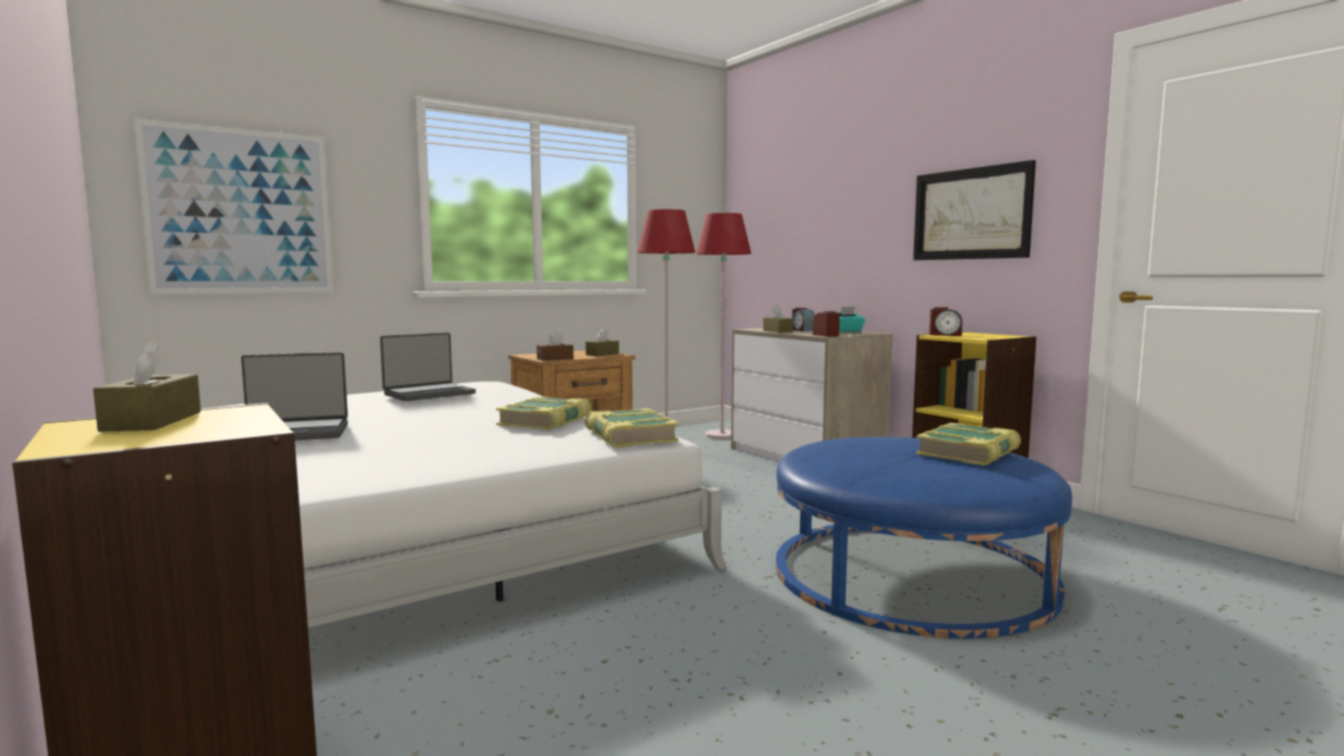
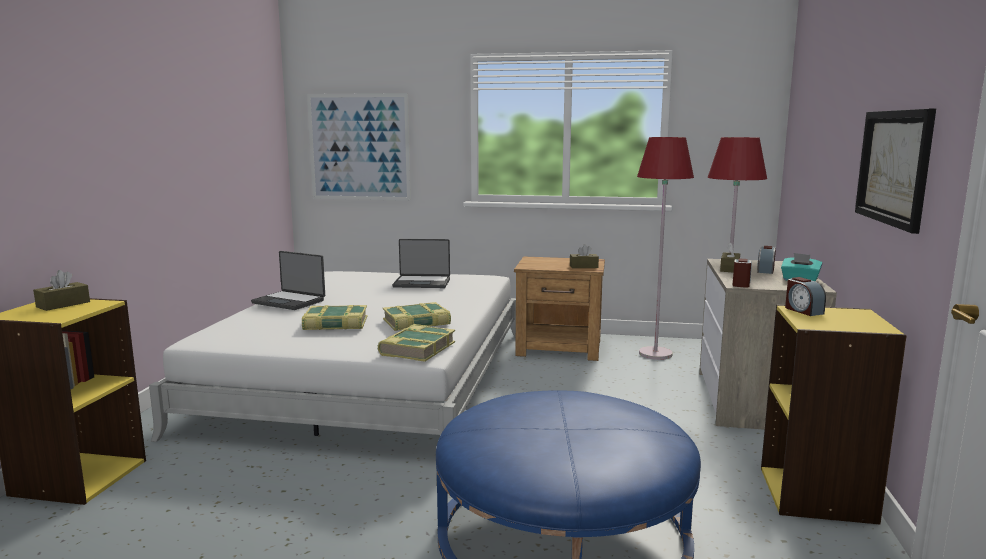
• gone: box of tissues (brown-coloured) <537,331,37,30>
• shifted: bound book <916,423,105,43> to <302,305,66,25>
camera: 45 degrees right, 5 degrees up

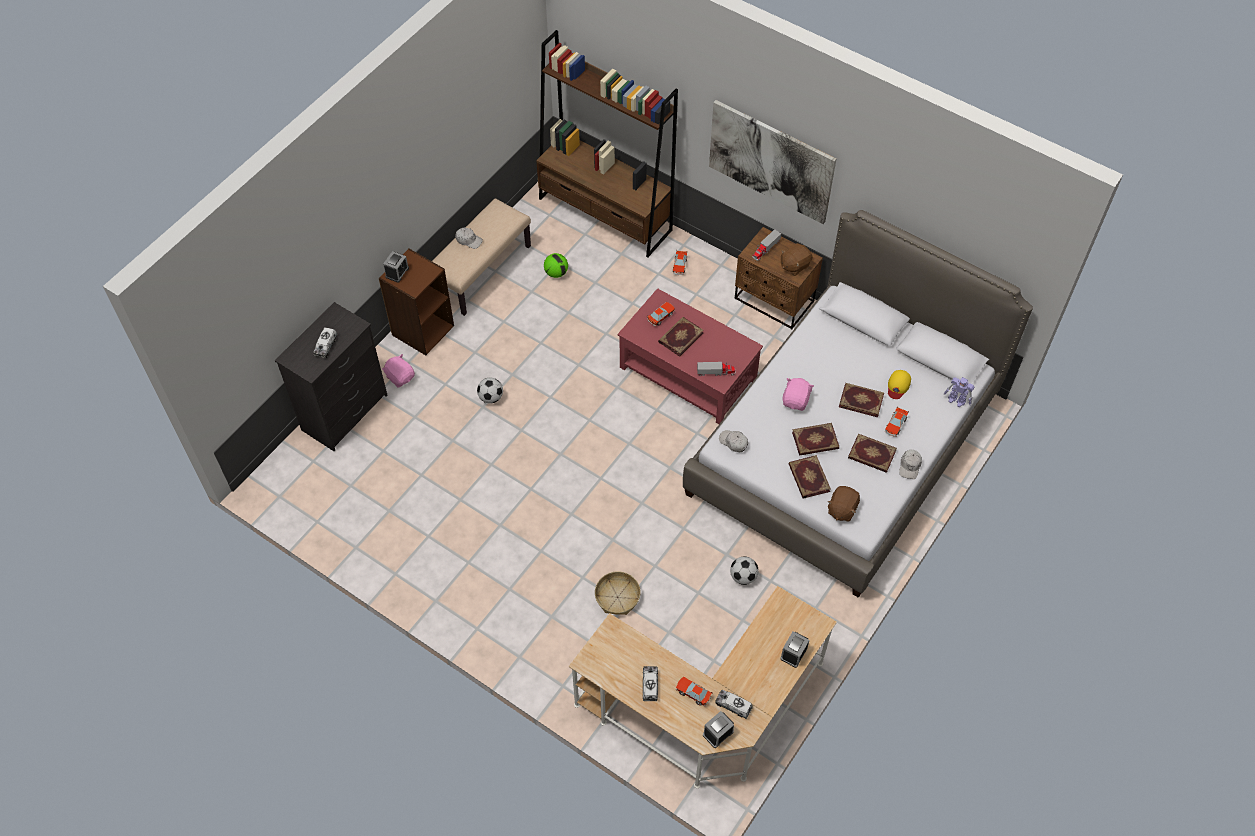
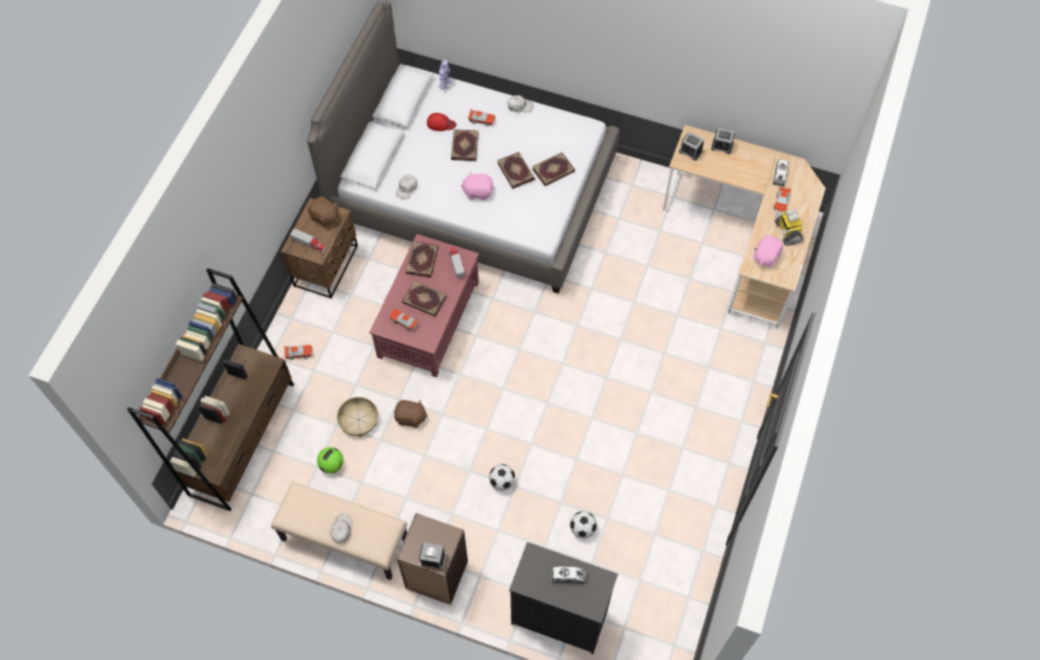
• gone: picture <709,100,127,124>
• shifted: plush toy (pinkish) <382,354,33,34> to <753,235,30,33>
• shifted: household basket <595,572,46,43> to <337,397,41,40>
• shifted: bedside clock <703,711,31,37> to <679,132,25,29>
• shifted: peaked cap (whitish) <719,430,29,22> to <396,175,21,25>
• shifted: ball for football <730,556,29,29> to <570,511,27,27>
• shifted: plush toy (brown-coloured) <828,486,32,36> to <394,400,34,28>
• shifted: bound book <848,434,49,39> to <405,241,34,36>
• swapped: toy lorry <643,666,15,35> to robot figure <775,209,28,37>
• repainted: peaked cap (yellow-coloured) <888,370,23,29> to peaked cap (red) <427,113,29,18>
camera: 105 degrees left, 5 degrees up

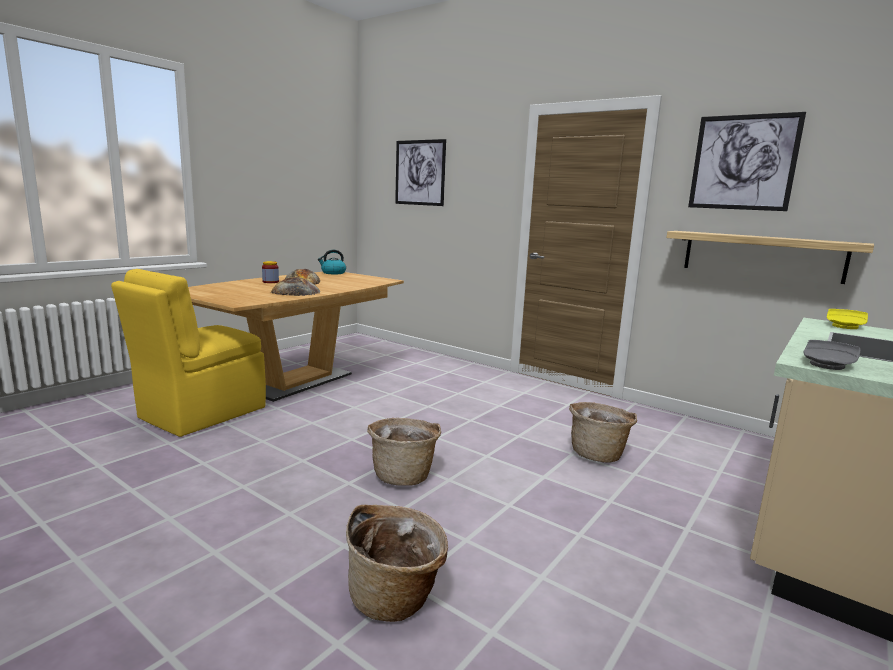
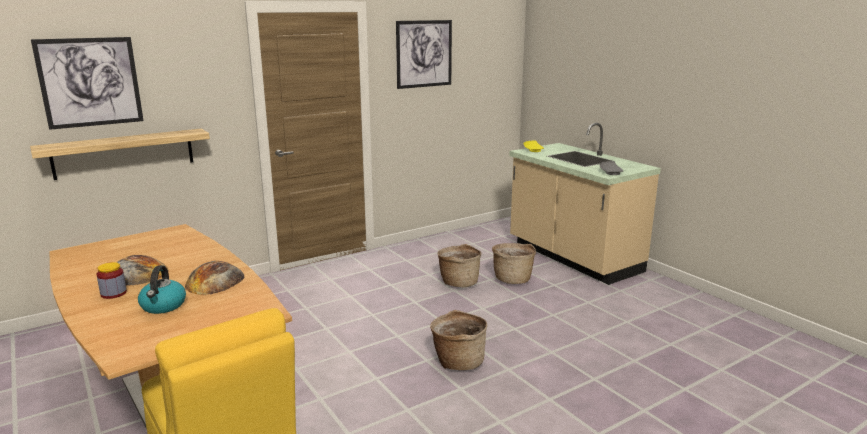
• shifted: tea kettle <318,250,28,24> to <138,265,48,49>
• shifted: household basket <346,505,102,117> to <492,243,44,41>
• shifted: shelf <667,231,207,53> to <30,128,180,52>
camera: 70 degrees left, 5 degrees up

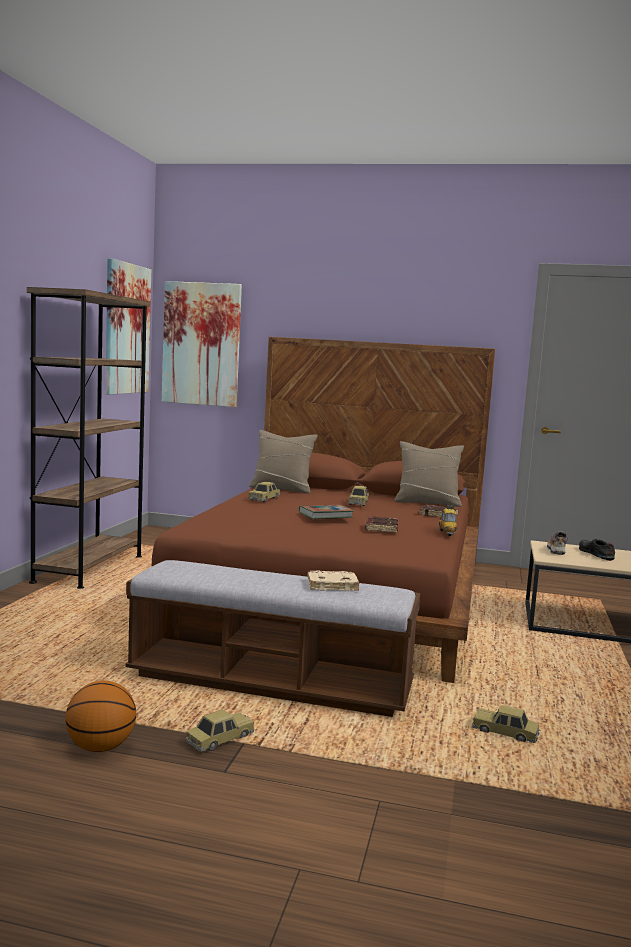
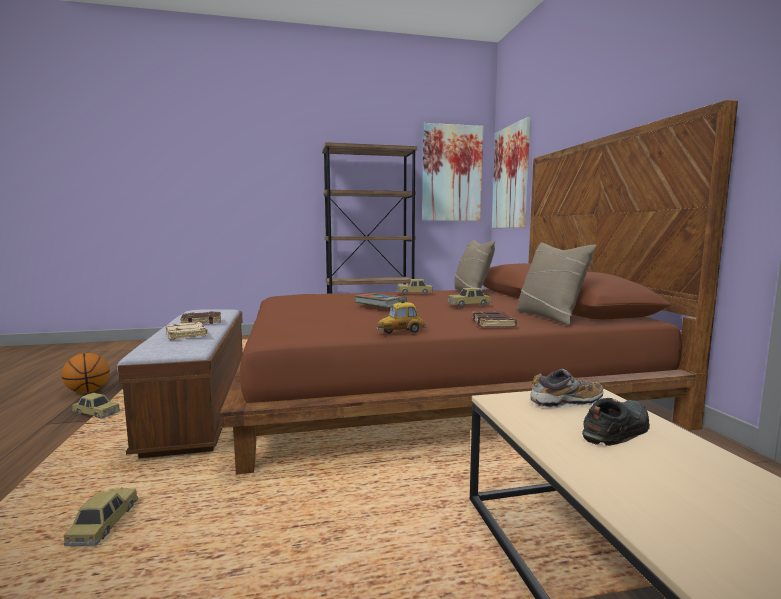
• shifted: bound book (brown-coloured) <365,516,33,17> to <180,311,41,13>
camera: 65 degrees right, 0 degrees up

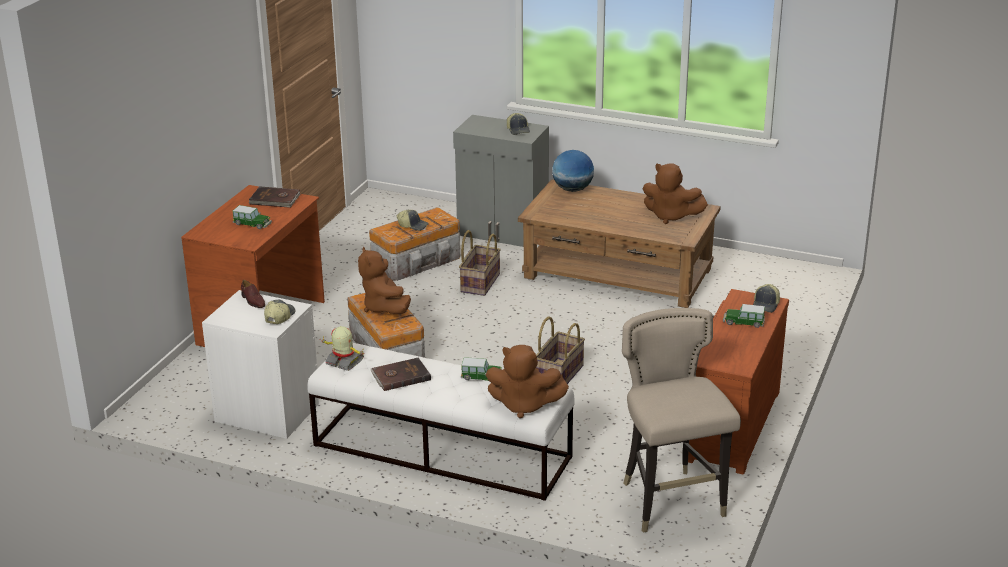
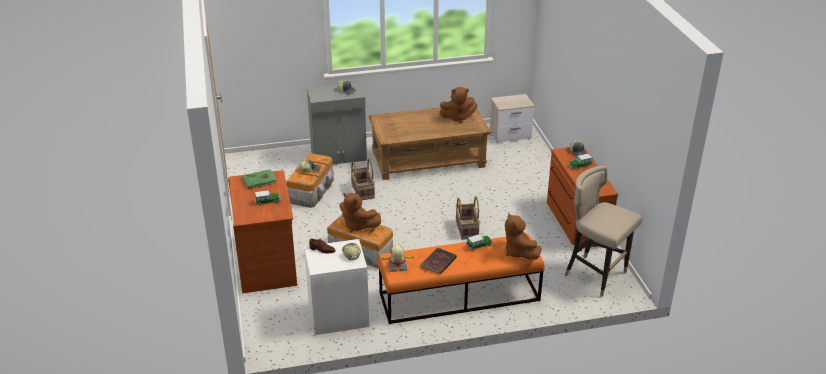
• gone: globe <552,150,42,42>
• new: bedside table <490,94,44,49>
• repainted: bound book (brown-coloured) <249,186,51,22> to bound book (green) <242,169,35,20>
• repainted: bench (whitish) <307,343,268,158> to bench (orangey) <378,234,167,90>
• rotated: plush toy (brown-coloured) <486,345,83,73> = <505,213,37,47> 90 degrees clockwise
camera: 35 degrees left, 5 degrees up

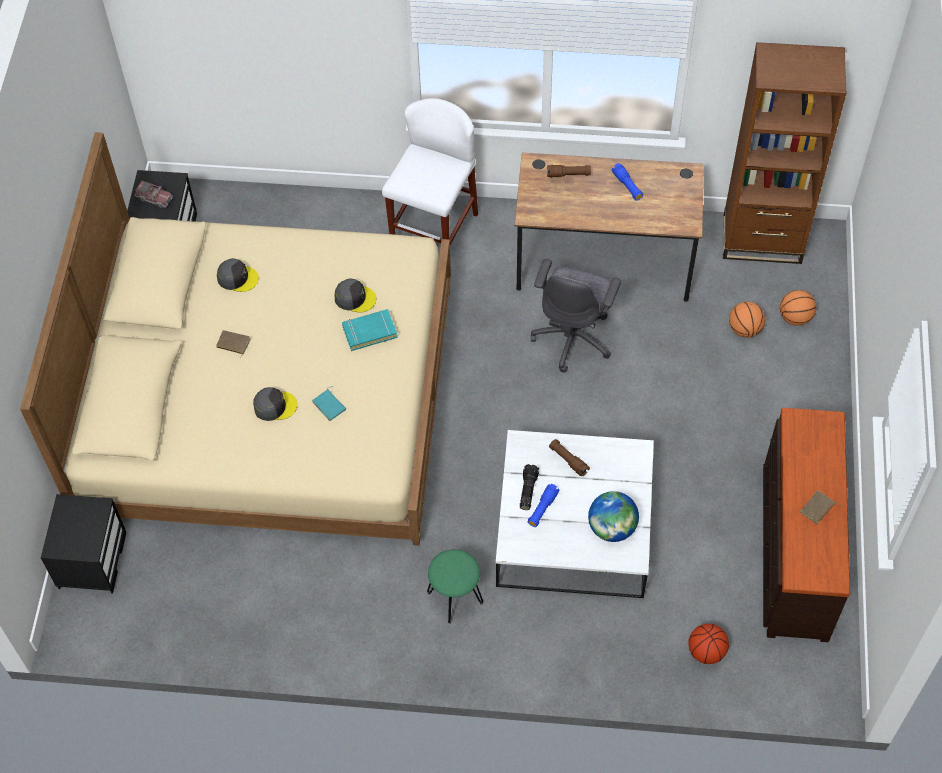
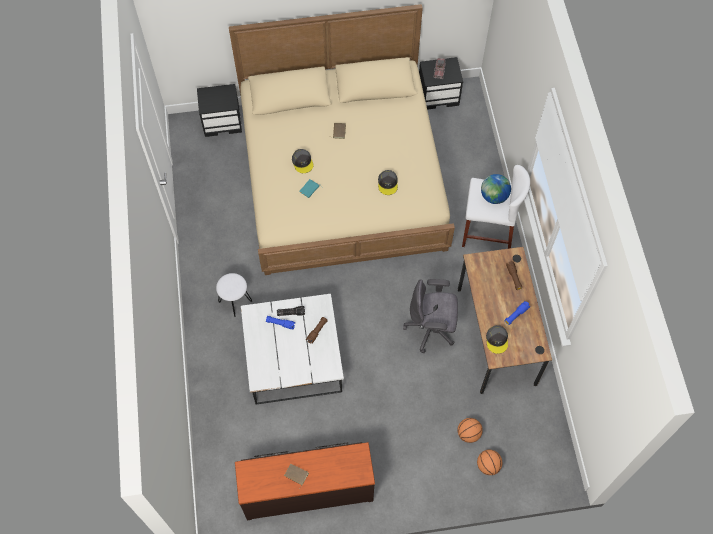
• gone: bound book (turquoise) <342,309,55,42>
• gone: basketball <688,624,41,40>
• gone: shelving unit (brown-coloured) <723,42,123,222>
• shifted: peaked cap (greyish) <217,258,42,34> to <486,325,22,29>
• shifted: globe <588,491,51,51> to <481,174,30,30>
• repainted: stool (green) <427,549,56,75> to stool (whitish) <216,273,36,44>
camera: 75 degrees right, 5 degrees up

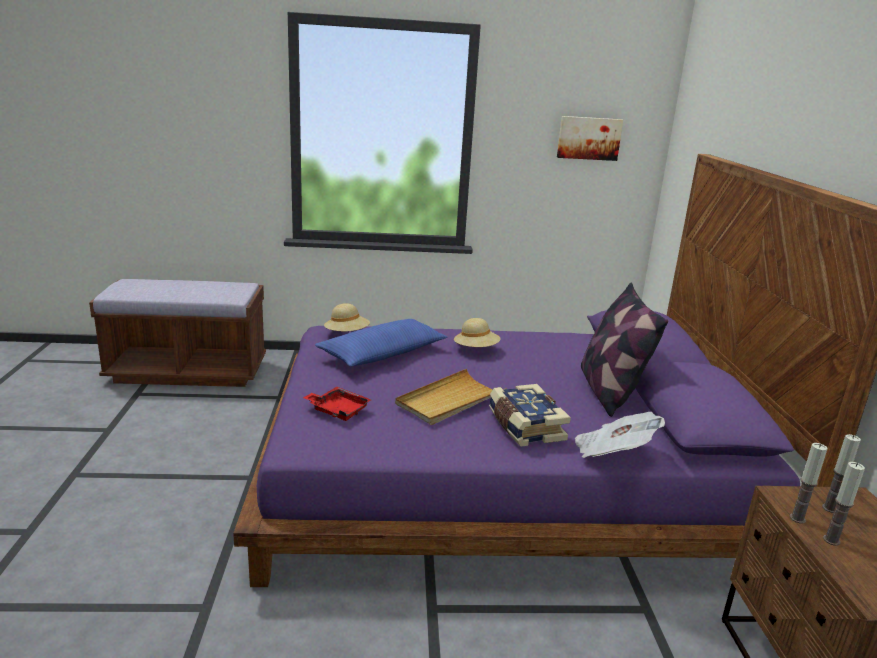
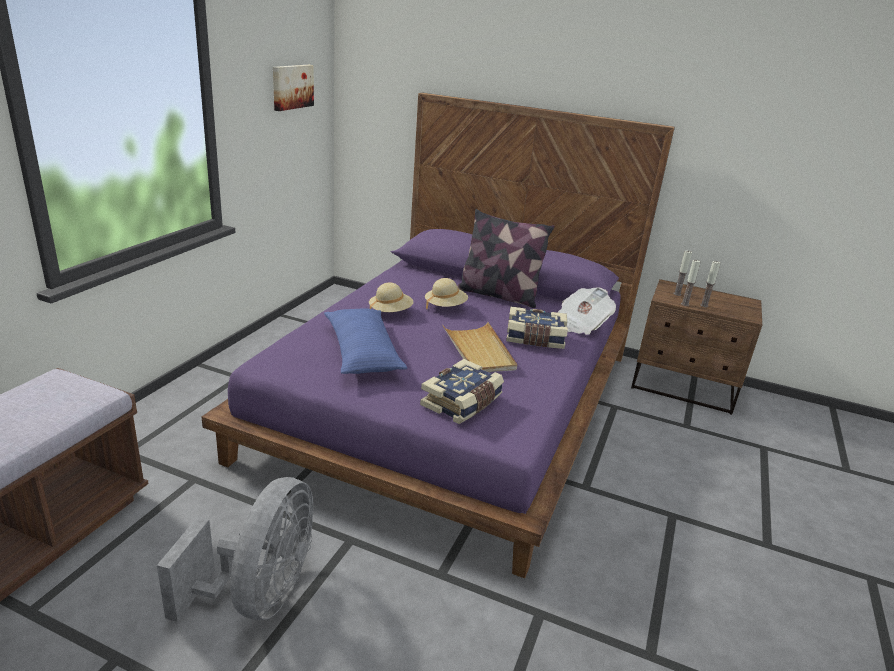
• new: cooling fan (greyish) <157,477,156,145>
• shifted: clothing hat (sand-coloured) <324,303,46,28> to <425,278,43,31>
• swapped: serving tray (red) <303,386,68,35> to bound book <420,359,84,65>
camera: 65 degrees left, 5 degrees up

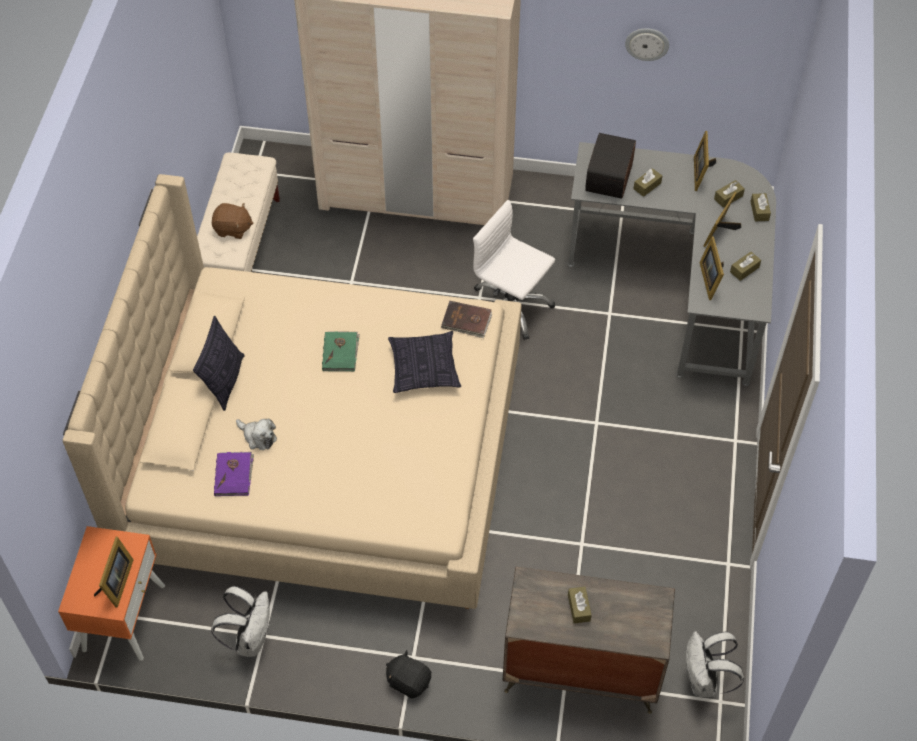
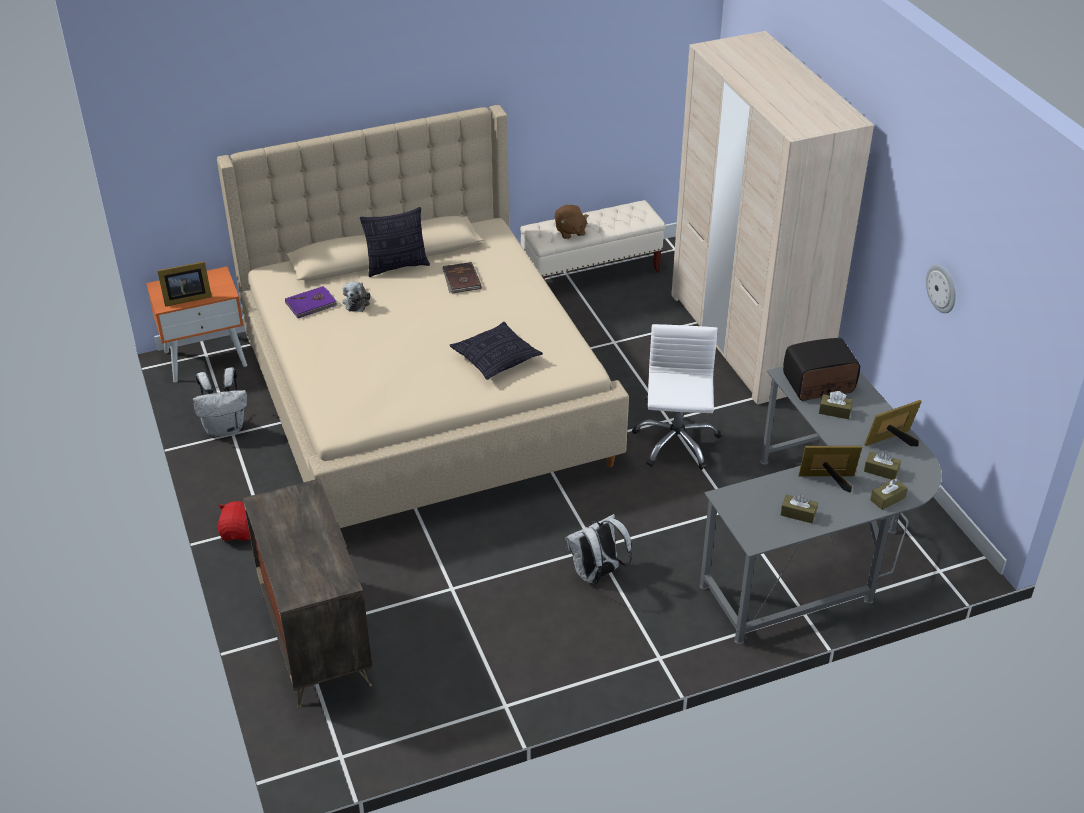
• gone: bound book (green) <322,331,38,40>
• gone: box of tissues (brown-coloured) <568,587,24,37>
• gone: standing frame <699,236,25,64>
• shifted: bound book (brown-coloured) <441,301,51,37> to <443,262,38,31>
• shifted: knapsack (whitish) <686,631,58,66> to <566,514,66,70>
• repainted: plush toy (black) <386,650,45,48> to plush toy (red) <218,501,32,40>
camera: 60 degrees right, 15 degrees down

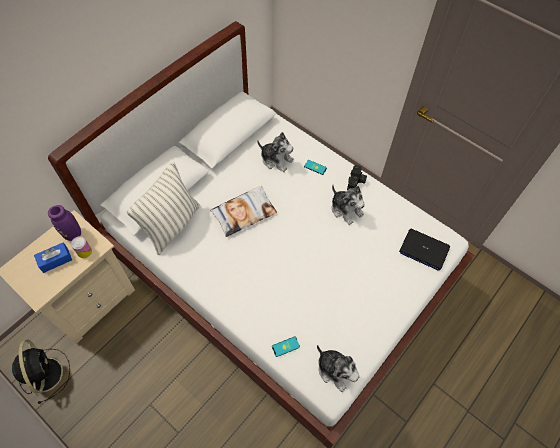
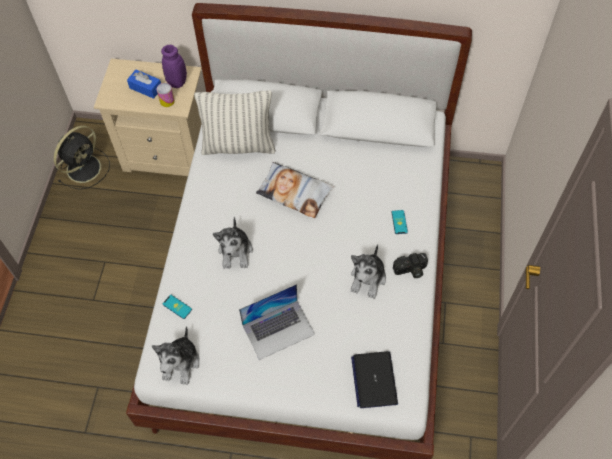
• new: portable computer <239,284,76,76>
• shifted: plush toy <257,132,37,40> to <213,217,40,52>
camera: 60 degrees right, 0 degrees up

